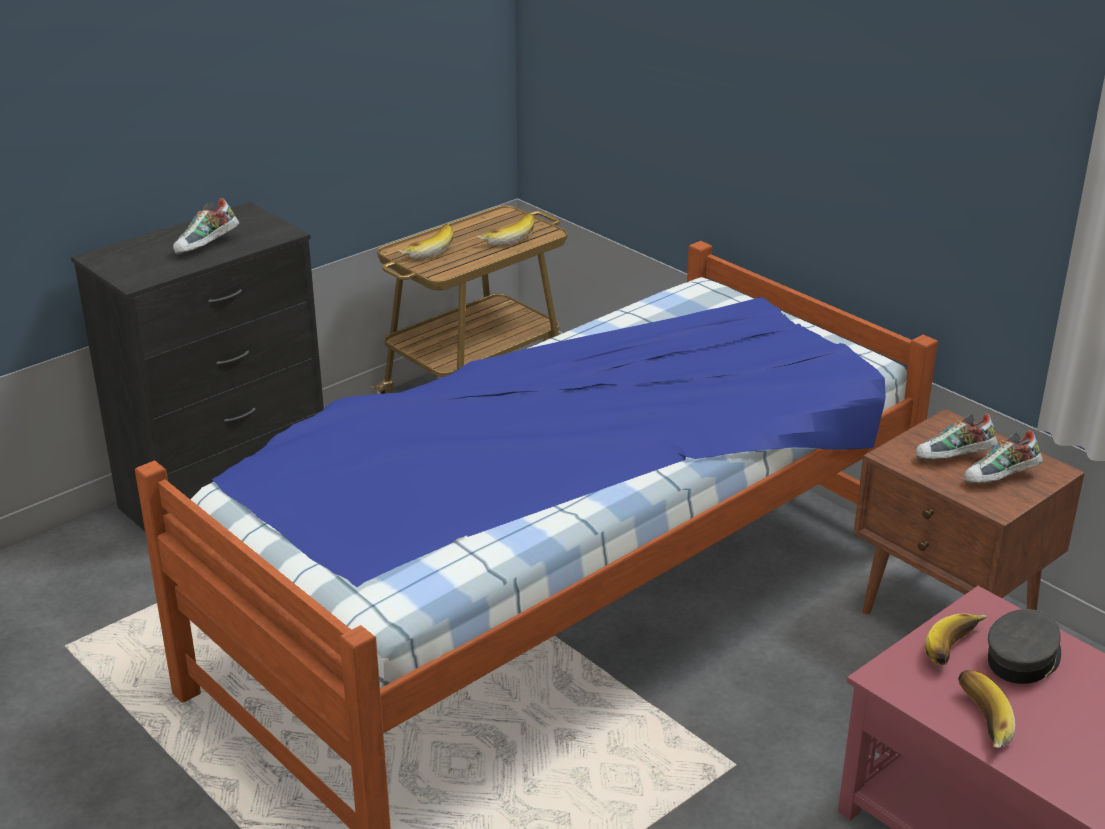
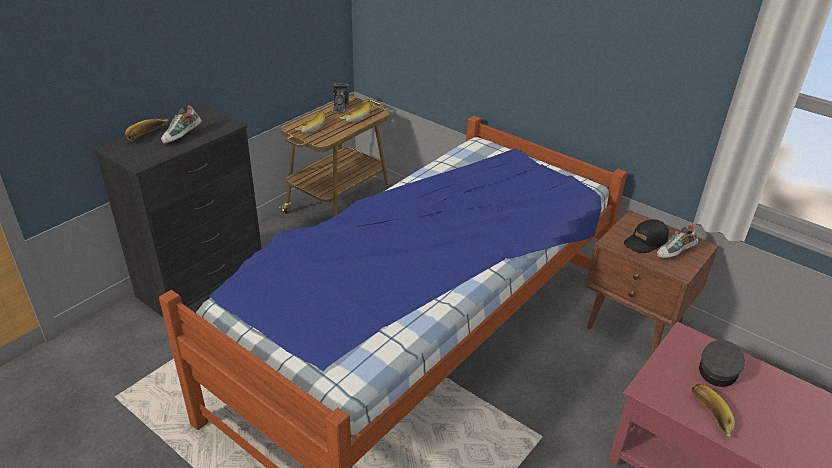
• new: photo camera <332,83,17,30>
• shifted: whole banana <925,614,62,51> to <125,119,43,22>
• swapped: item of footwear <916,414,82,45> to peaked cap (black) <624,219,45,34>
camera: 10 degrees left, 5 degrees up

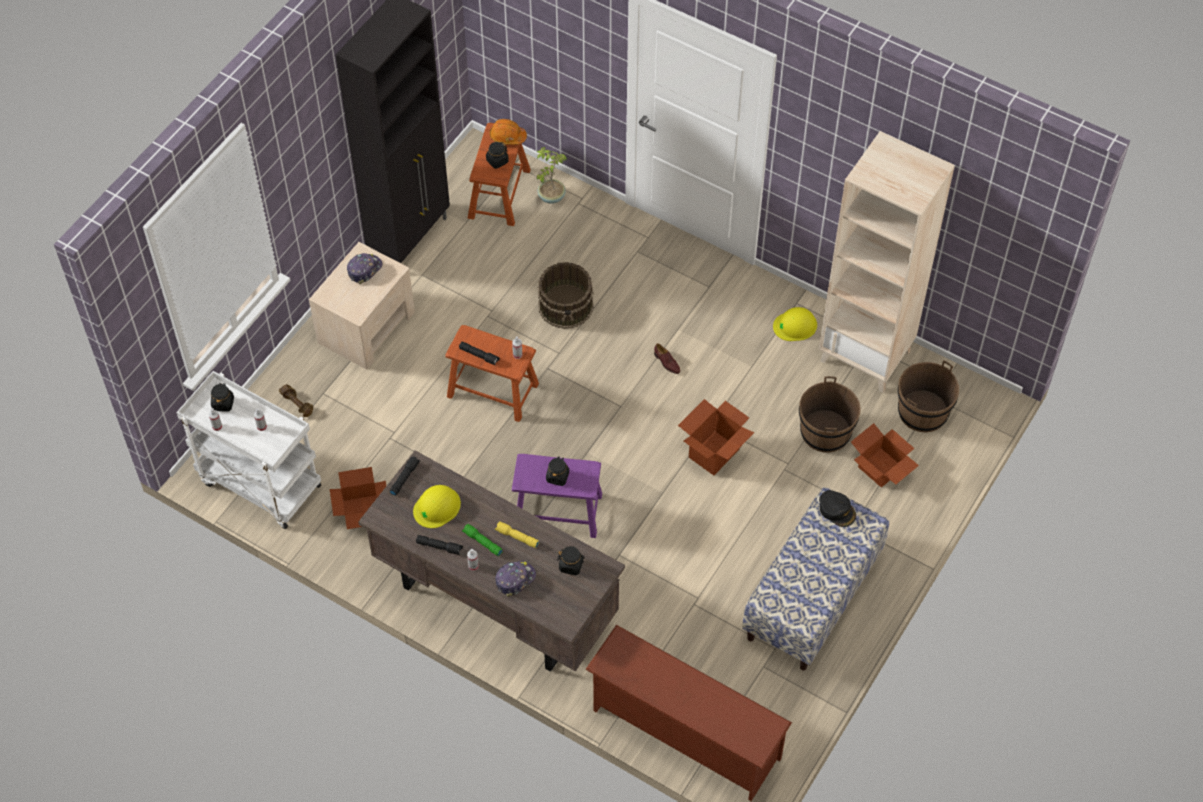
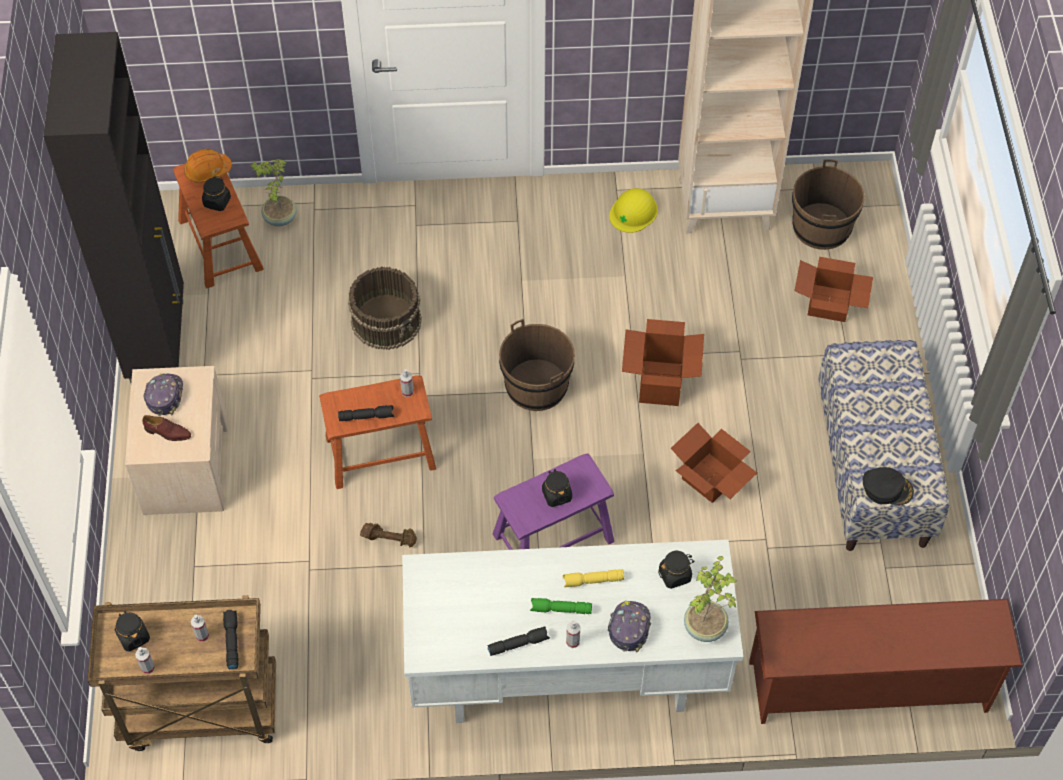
• gone: safety helmet (yellow-coloured) <413,485,48,43>
• new: potted plant <684,556,54,86>
• shifted: hand weight (brown-coloured) <279,384,34,33> to <360,523,57,25>
• shifted: packing box <330,467,56,62> to <671,423,86,80>
• shifted: torch (black) <390,456,30,40> to <223,610,16,59>
• shifted: item of footwear (brown-coloured) <654,343,26,31> to <143,415,48,26>
• shifted: bucket (brown-coloured) <799,376,62,77> to <499,319,76,92>
• shifted: peaked cap (black) <819,490,37,37> to <863,467,51,38>
• repainted: trolley (whitish) <176,371,145,158> to trolley (brown-coloured) <87,595,189,156>
• repainted: desk (brown-coloured) <358,450,267,222> to desk (whitish) <402,539,341,184>
camera: 35 degrees left, 0 degrees up

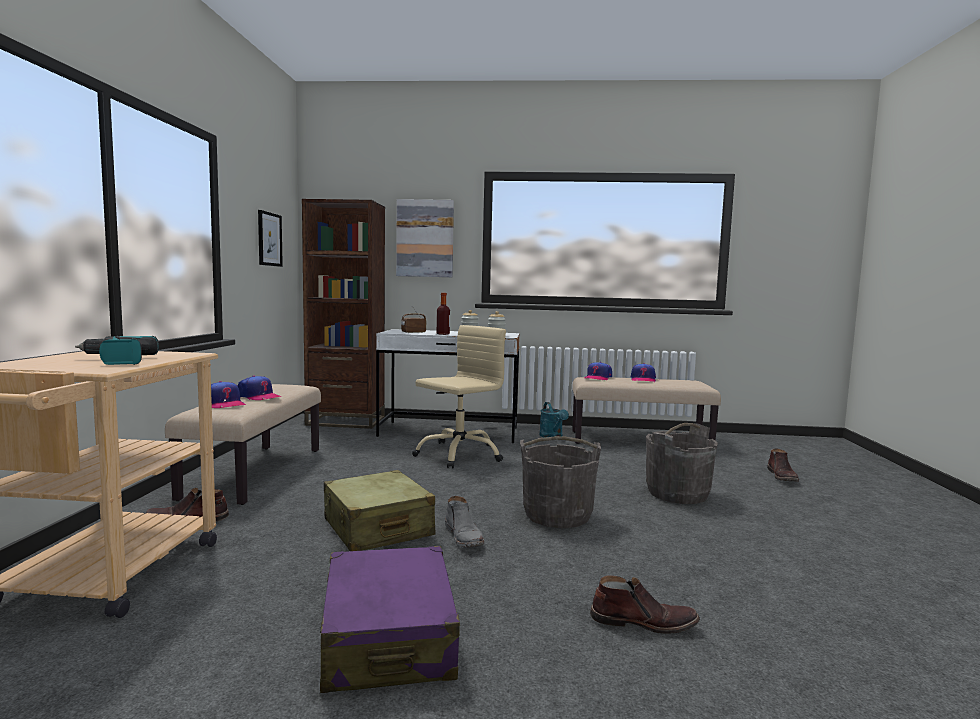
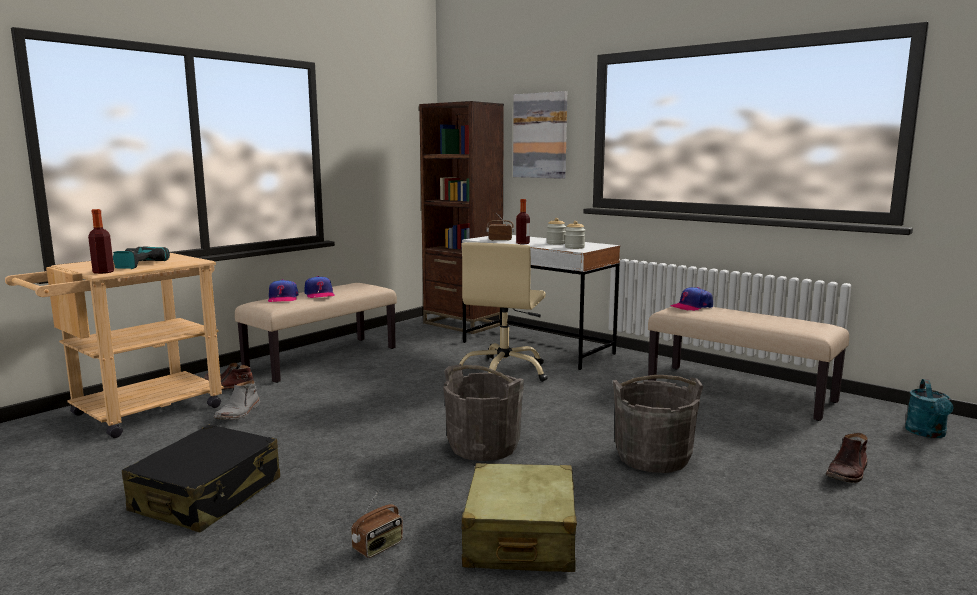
• gone: picture <258,210,25,57>
• gone: peaked cap <631,363,25,19>
• new: beverage bottle <88,209,26,65>
• shifted: suitcase (sand-coloured) <324,470,111,81> to <461,463,116,109>
• shifted: tall boot (greyish) <445,496,39,51> to <213,380,47,40>
• shifted: watering pot (turquoise) <540,402,29,36> to <905,379,48,59>
• swapped: tall boot (brown-coloured) <590,575,110,59> to radio set <351,490,52,68>
• repainted: suitcase (purple-coloured) <320,546,140,147> to suitcase (black) <122,425,158,107>
• rotated: computer chair (sand-coloured) <412,325,94,143> = <460,242,88,140> 120 degrees clockwise
camera: 35 degrees right, 5 degrees up

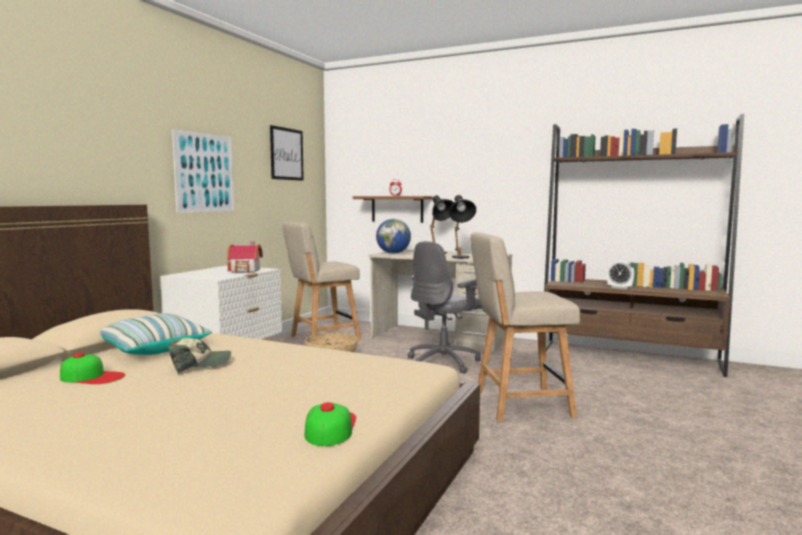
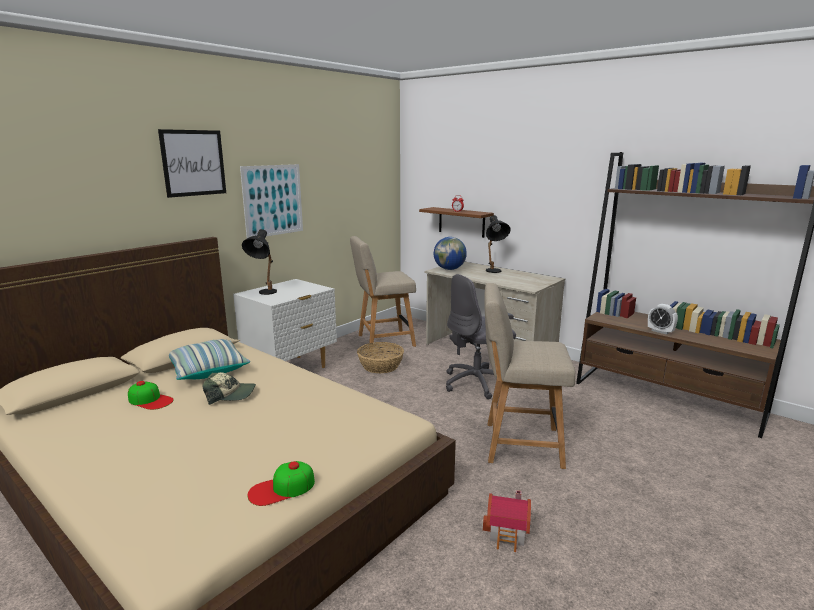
• shifted: toy house <227,242,36,31> to <483,490,48,62>
• shifted: picture <270,125,34,56> to <158,129,68,69>
• shifted: table lamp (black) <449,195,27,63> to <242,229,35,66>
• rotated: peaked cap <305,402,51,44> = <247,461,68,45> 135 degrees counterclockwise
camera: 15 degrees right, 10 degrees up

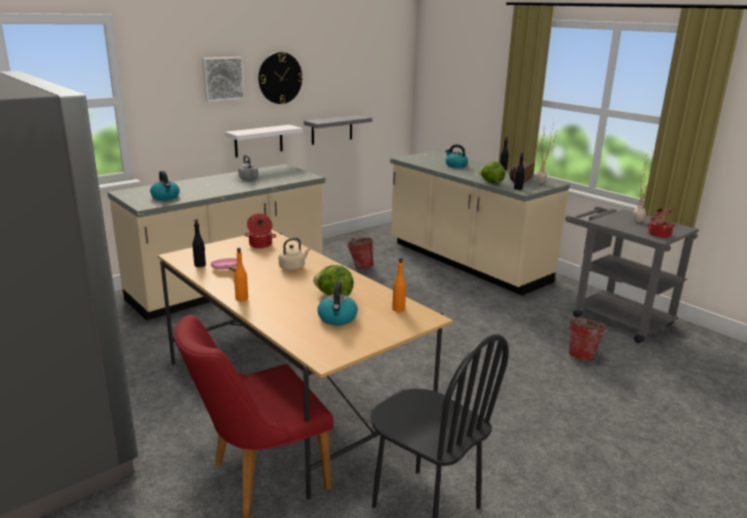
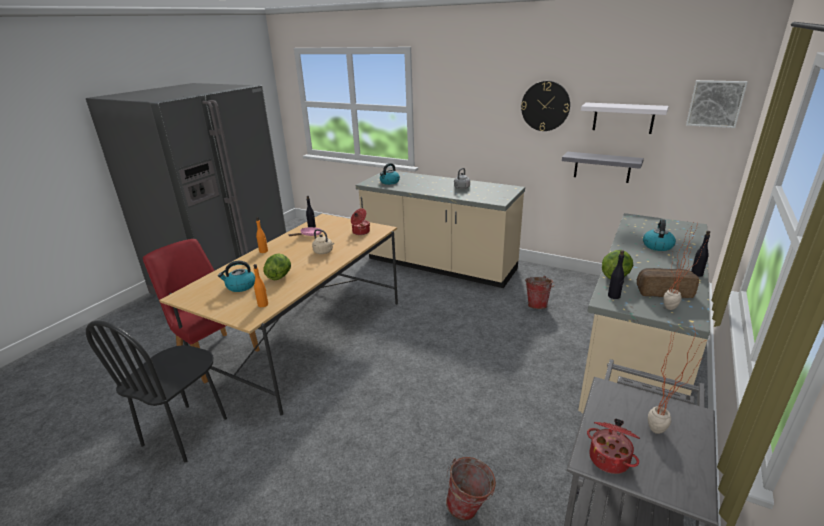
• shifted: picture <202,57,43,45> to <686,80,62,48>
• shifted: shelf (whitish) <225,125,78,33> to <581,103,88,31>
camera: 70 degrees right, 5 degrees up

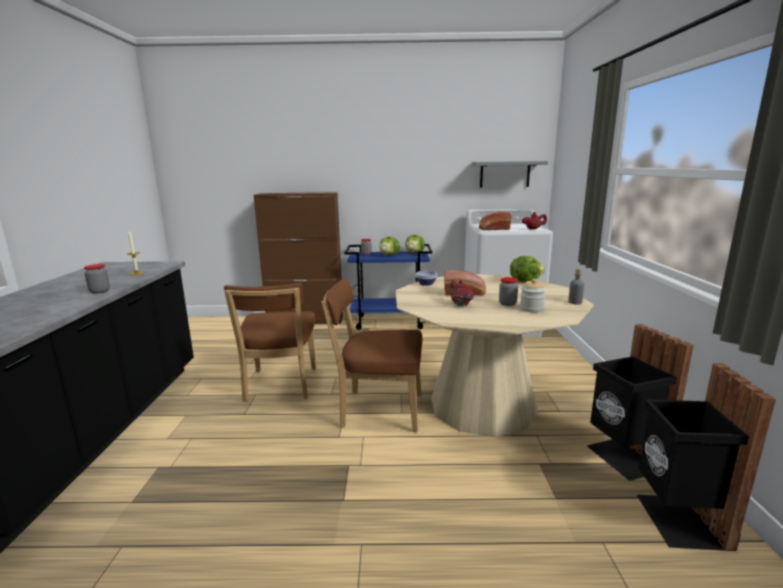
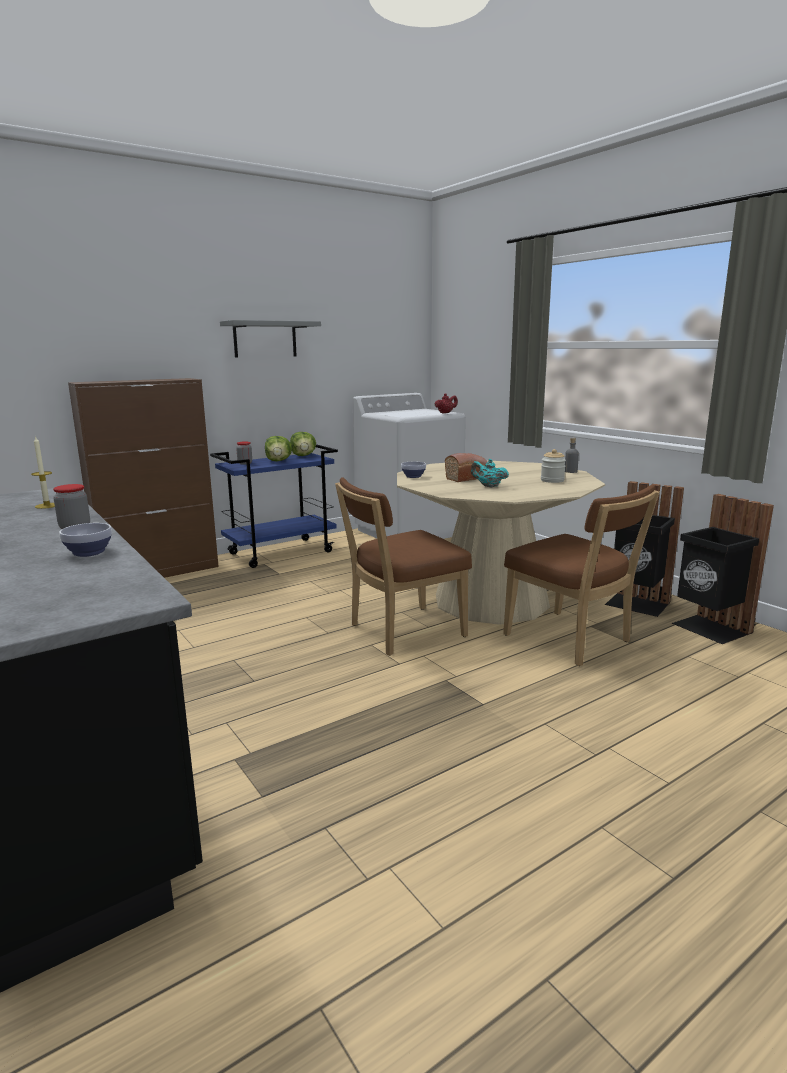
• gone: baked bread <479,212,33,18>
• gone: storage jar <499,277,19,29>
• gone: lettuce <510,256,35,27>
• new: bowl <59,523,53,34>
• shifted: plain chair (brown-coloured) <224,283,92,119> to <503,485,157,181>
• shifted: shelf (greyish) <472,161,76,27> to <220,320,101,37>
• repainted: tea pot (red) <450,280,24,26> to tea pot (turquoise) <471,459,38,29>
camera: 35 degrees left, 0 degrees up

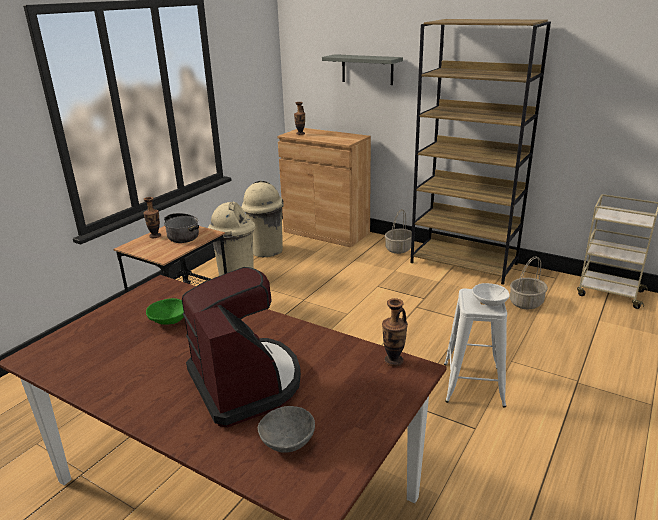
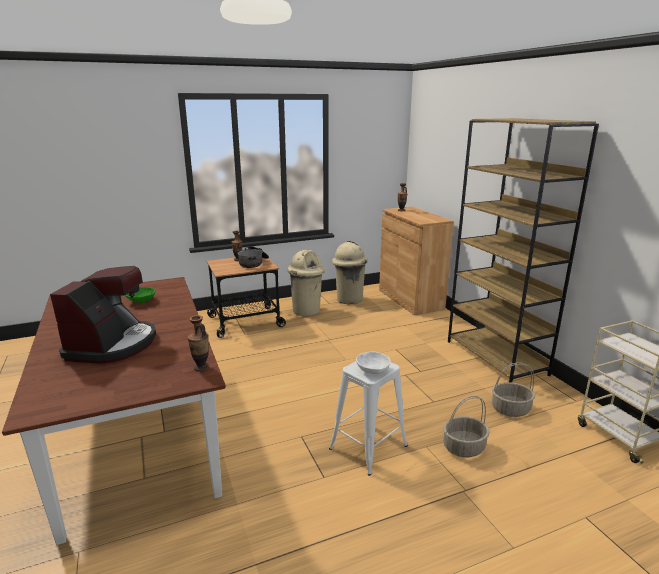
• gone: bowl (greyish) <258,406,57,47>
• gone: shelf (greyish) <322,54,81,31>
• shifted: household basket <385,209,27,45> to <443,396,47,61>
camera: 35 degrees right, 5 degrees down

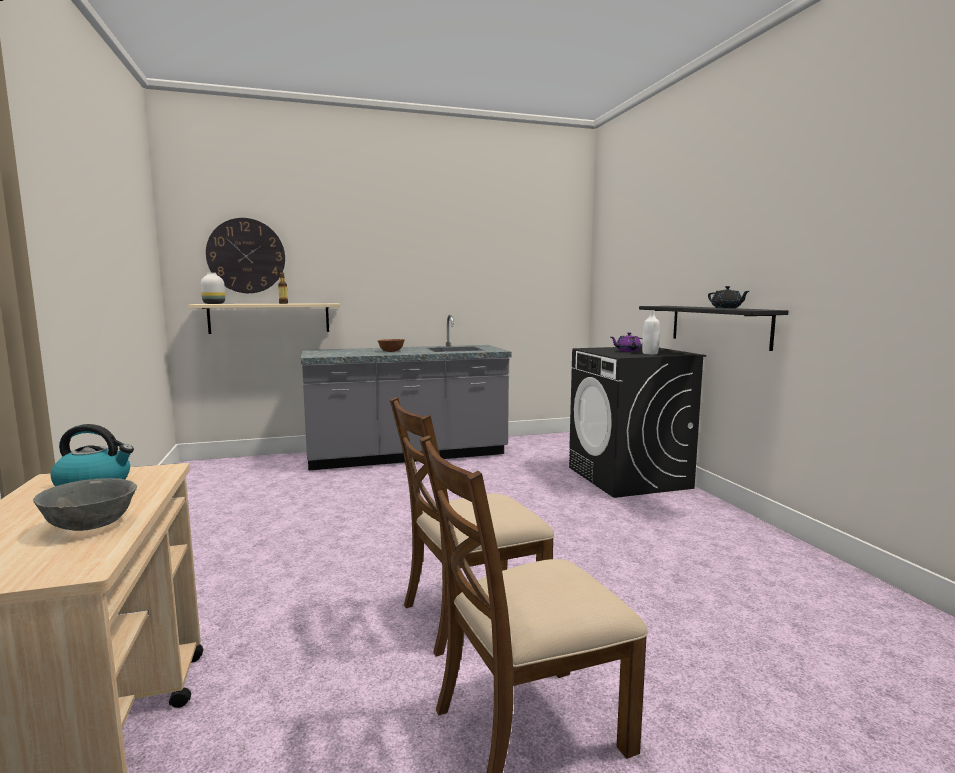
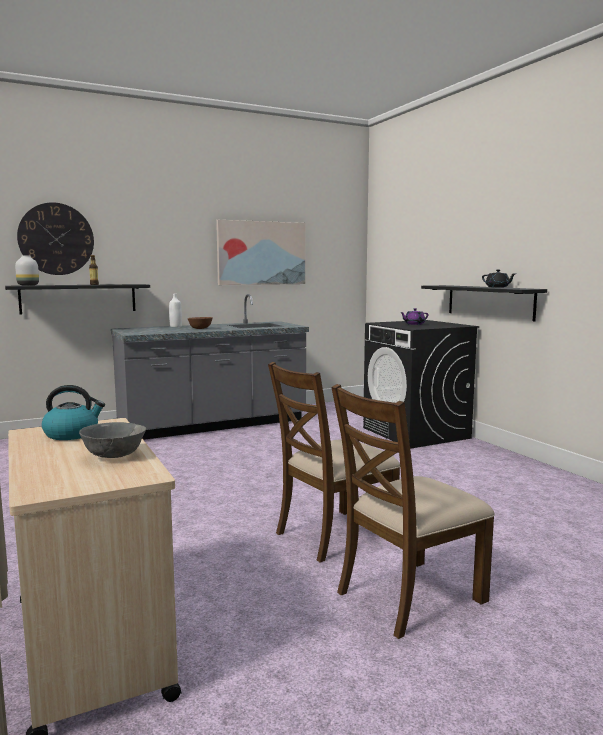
• new: picture <216,220,90,65>
• shifted: beverage bottle (whitish) <642,310,18,44> to <169,294,13,33>
• repainted: shelf (sand-coloured) <188,303,152,31> to shelf (black) <5,284,145,31>
camera: 10 degrees left, 0 degrees up

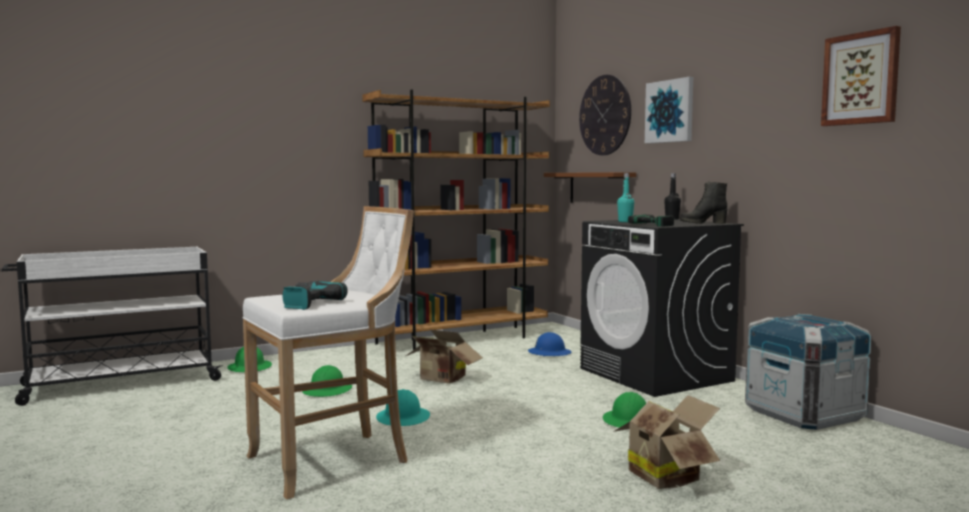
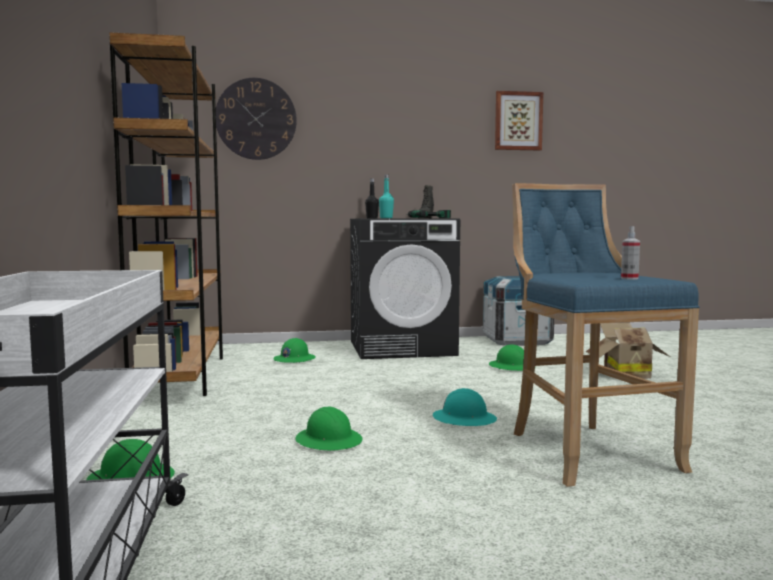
• gone: packing box <404,329,79,55>
• gone: shelf (brown-coloured) <544,172,92,31>
• gone: picture <645,77,48,66>
• swapped: power drill <283,281,64,29> to spray bottle <621,226,19,54>
• repainted: stool (whitish) <242,206,172,293> to stool (blue) <512,183,188,304>
• repainted: safety helmet (blue) <528,332,44,24> to safety helmet (green) <274,338,42,25>
camera: 70 degrees left, 0 degrees up

